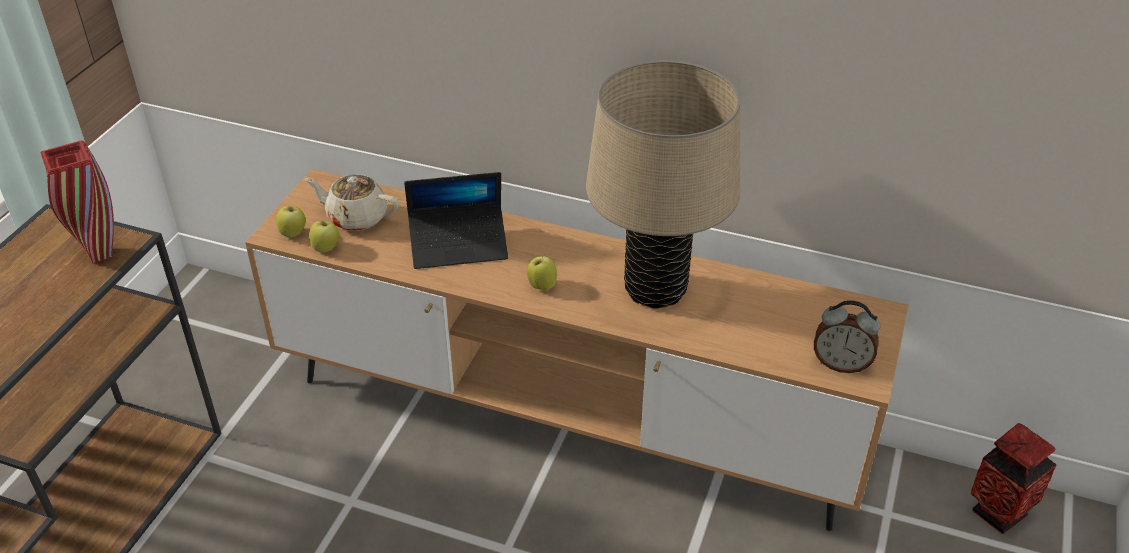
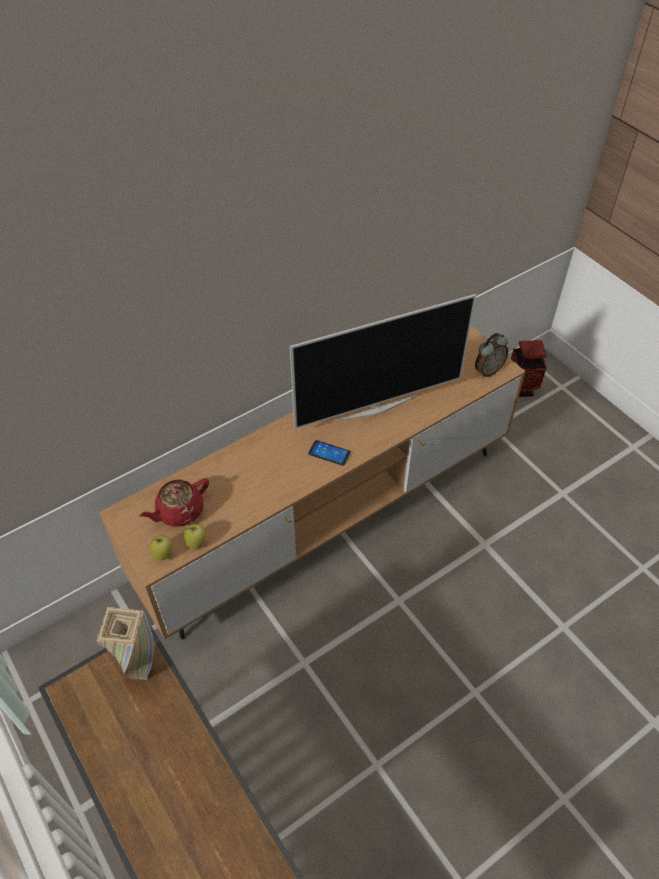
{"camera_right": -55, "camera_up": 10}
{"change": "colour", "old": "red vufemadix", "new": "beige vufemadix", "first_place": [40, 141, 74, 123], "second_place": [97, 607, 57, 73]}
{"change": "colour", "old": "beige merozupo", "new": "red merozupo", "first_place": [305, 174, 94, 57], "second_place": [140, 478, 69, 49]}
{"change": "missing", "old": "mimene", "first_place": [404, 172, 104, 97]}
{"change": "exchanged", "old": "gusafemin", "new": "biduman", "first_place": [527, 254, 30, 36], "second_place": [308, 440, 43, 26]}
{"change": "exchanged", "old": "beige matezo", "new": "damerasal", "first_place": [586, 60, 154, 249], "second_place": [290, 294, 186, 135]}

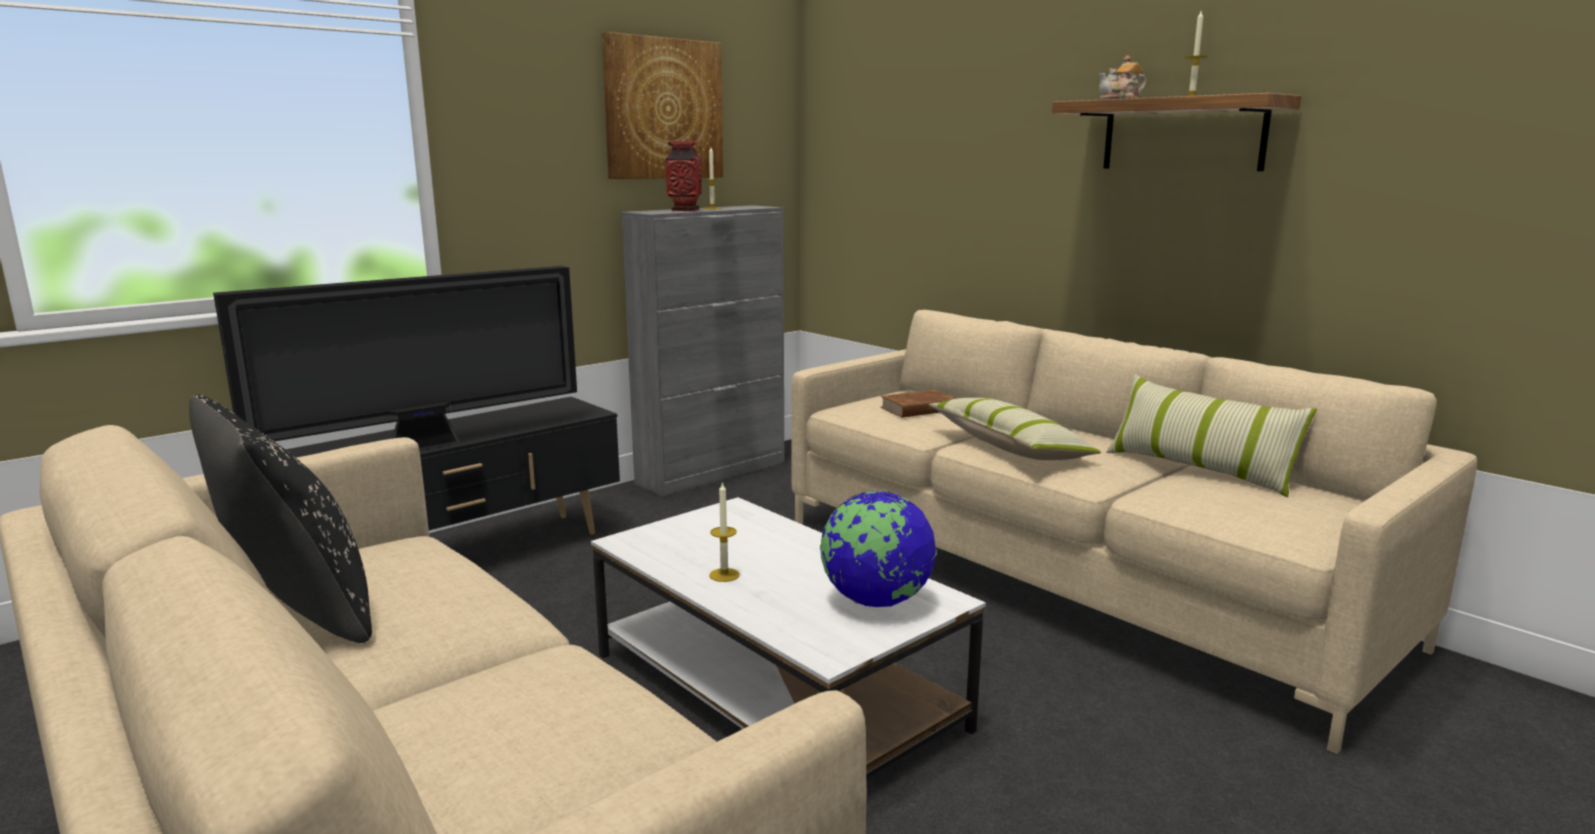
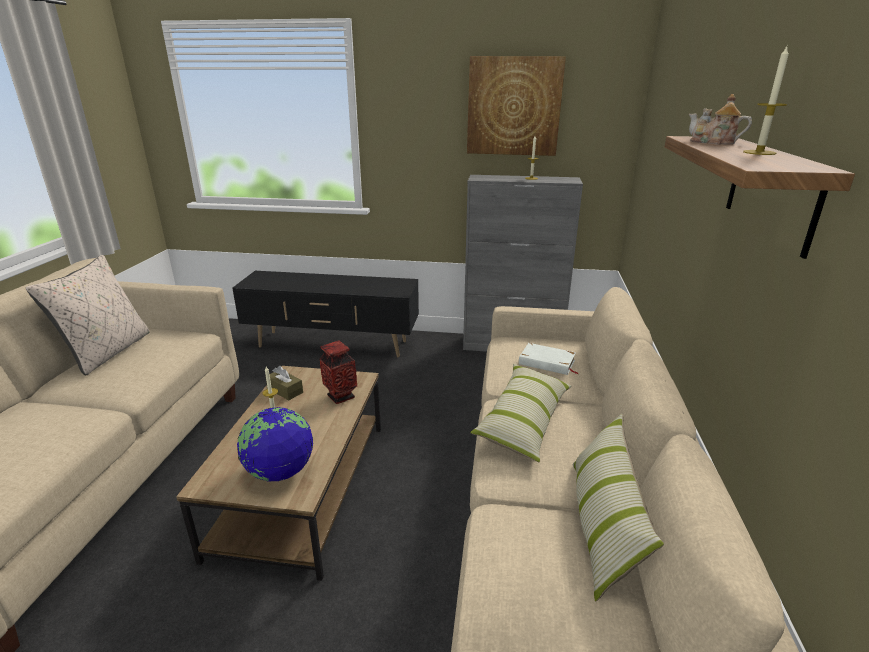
{"camera_right": 50, "camera_up": 10}
{"change": "colour", "old": "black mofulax", "new": "beige mofulax", "first_place": [189, 395, 183, 248], "second_place": [26, 255, 124, 120]}
{"change": "missing", "old": "damerasal", "first_place": [213, 266, 364, 184]}
{"change": "colour", "old": "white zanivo", "new": "brown zanivo", "first_place": [591, 497, 395, 282], "second_place": [176, 366, 205, 215]}
{"change": "relocated", "old": "vufemadix", "first_place": [666, 141, 36, 70], "second_place": [319, 340, 38, 64]}
{"change": "colour", "old": "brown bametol", "new": "white bametol", "first_place": [880, 390, 78, 28], "second_place": [519, 343, 59, 32]}
{"change": "appeared", "new": "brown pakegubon", "second_place": [266, 366, 37, 34]}

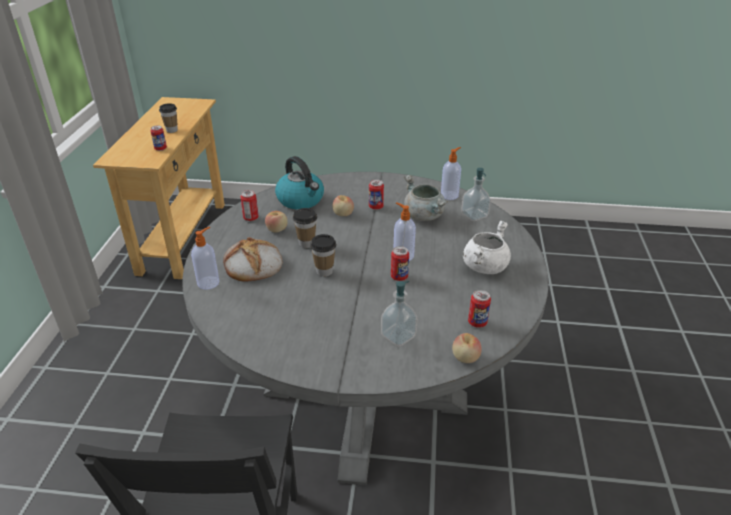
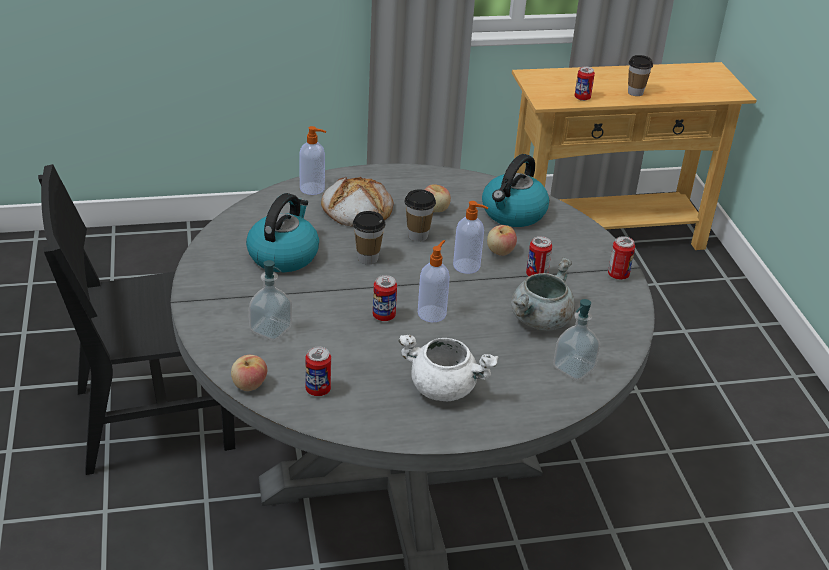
{"camera_right": 70, "camera_up": 0}
{"change": "relocated", "old": "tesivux", "first_place": [240, 190, 19, 31], "second_place": [608, 236, 27, 44]}
{"change": "relocated", "old": "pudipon", "first_place": [441, 147, 20, 53], "second_place": [453, 201, 35, 73]}
{"change": "appeared", "new": "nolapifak", "second_place": [246, 193, 73, 79]}

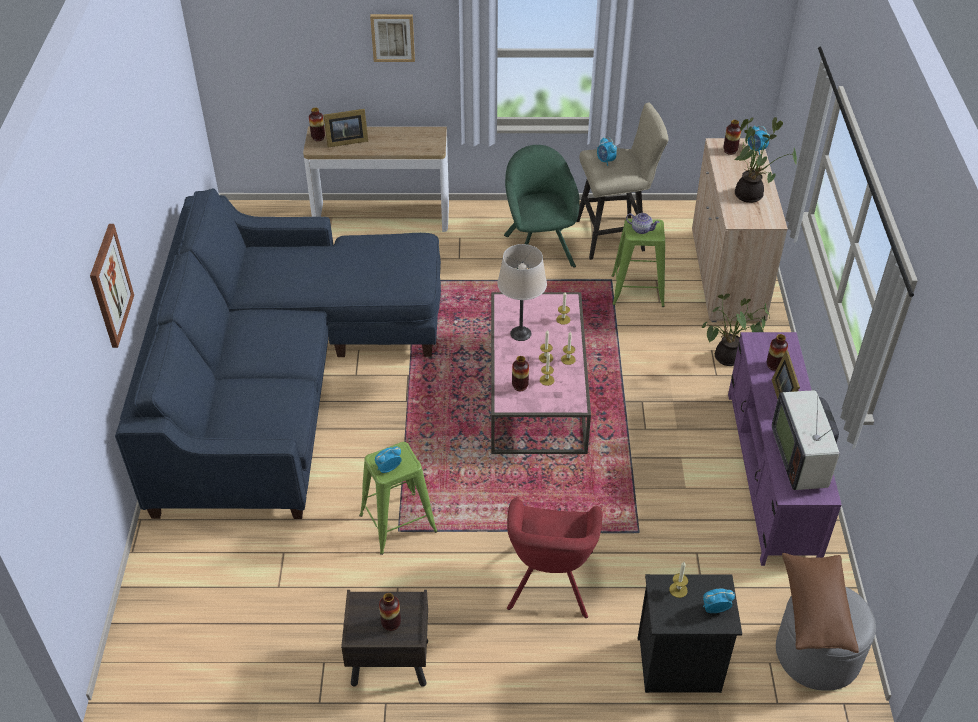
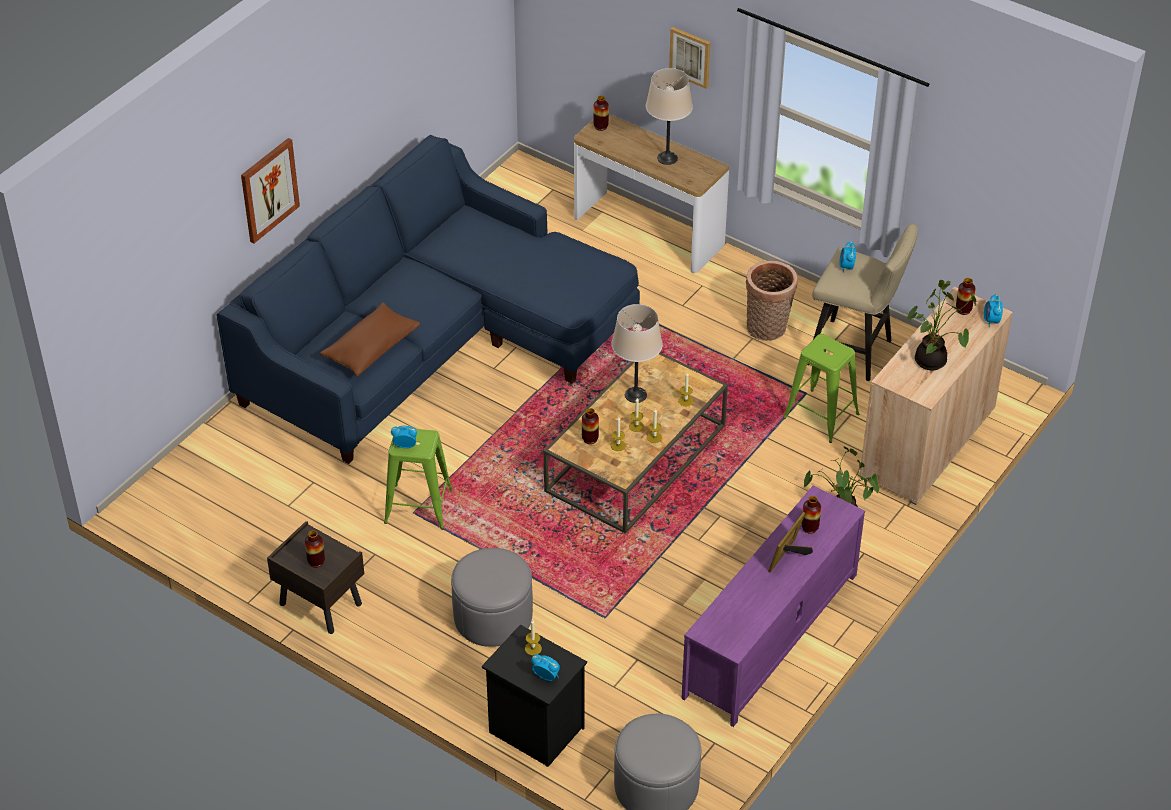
{"camera_right": 35, "camera_up": 0}
{"change": "missing", "old": "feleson", "first_place": [323, 109, 45, 38]}
{"change": "colour", "old": "pink zanivo", "new": "brown zanivo", "first_place": [491, 292, 100, 162], "second_place": [544, 352, 184, 182]}
{"change": "exchanged", "old": "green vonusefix", "new": "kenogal", "first_place": [504, 145, 76, 124], "second_place": [746, 261, 52, 80]}
{"change": "exchanged", "old": "red vonusefix", "new": "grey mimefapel", "first_place": [507, 498, 96, 120], "second_place": [451, 548, 82, 99]}
{"change": "missing", "old": "merozupo", "first_place": [626, 213, 33, 21]}
{"change": "missing", "old": "damerasal", "first_place": [772, 388, 67, 102]}
{"change": "relocated", "old": "brown mofulax", "first_place": [782, 553, 77, 100], "second_place": [320, 303, 101, 74]}
{"change": "appeared", "new": "beige matezo", "second_place": [646, 68, 47, 97]}

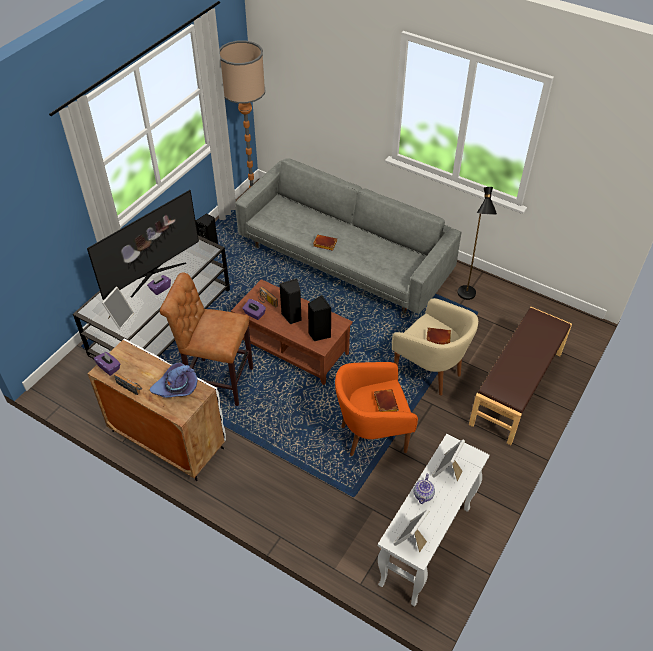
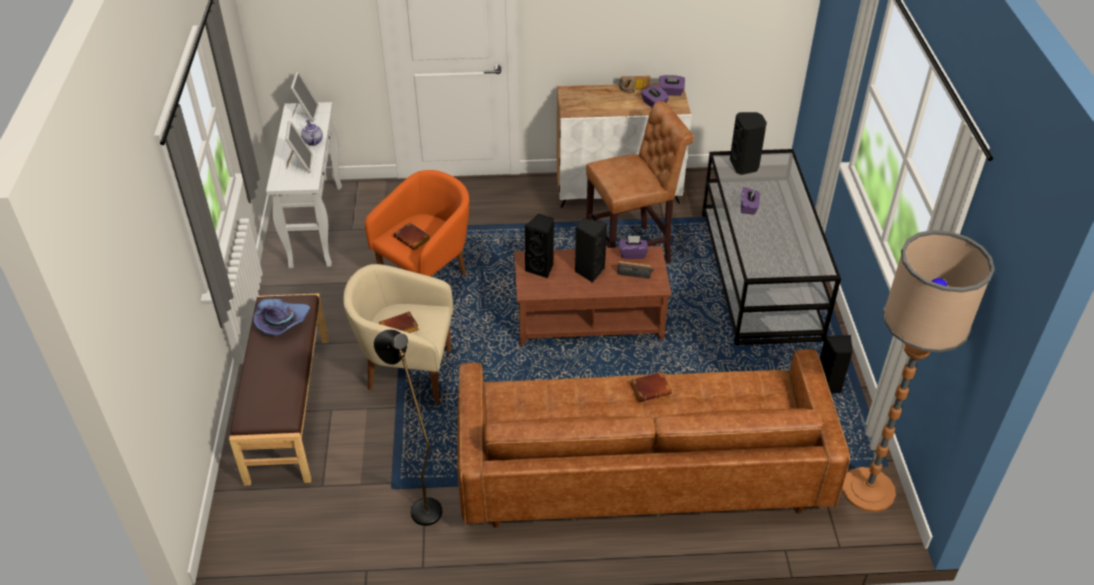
{"camera_right": 145, "camera_up": -5}
{"change": "missing", "old": "damerasal", "first_place": [87, 190, 112, 110]}
{"change": "exchanged", "old": "feleson", "new": "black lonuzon", "first_place": [102, 287, 32, 43], "second_place": [730, 112, 37, 63]}
{"change": "relocated", "old": "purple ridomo", "first_place": [150, 363, 48, 35], "second_place": [254, 299, 56, 37]}
{"change": "colour", "old": "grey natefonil", "new": "brown natefonil", "first_place": [235, 158, 227, 157], "second_place": [457, 349, 393, 179]}
{"change": "appeared", "new": "purple pakegubon", "second_place": [641, 84, 28, 24]}

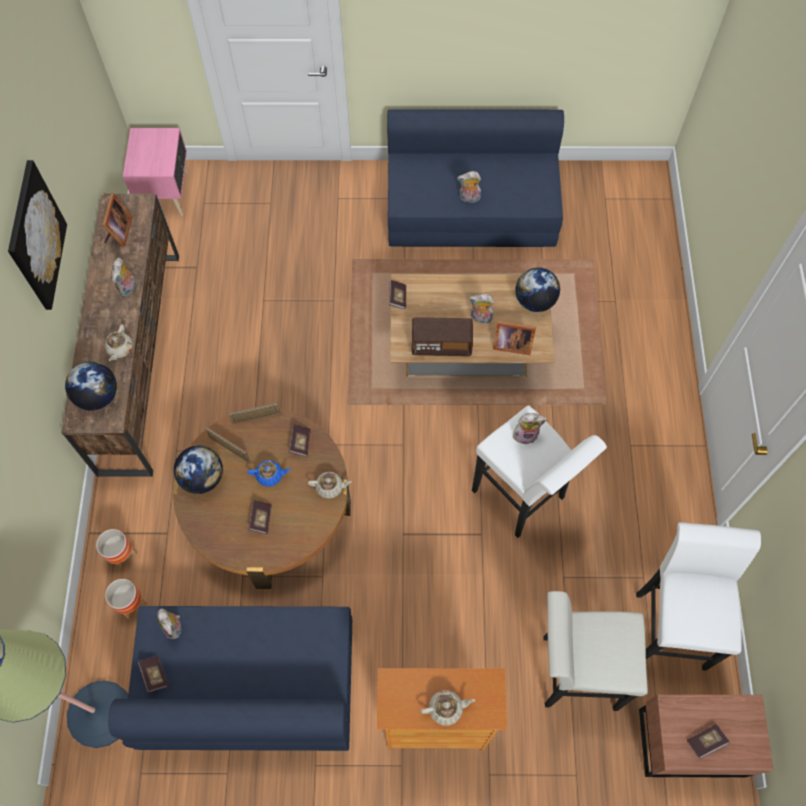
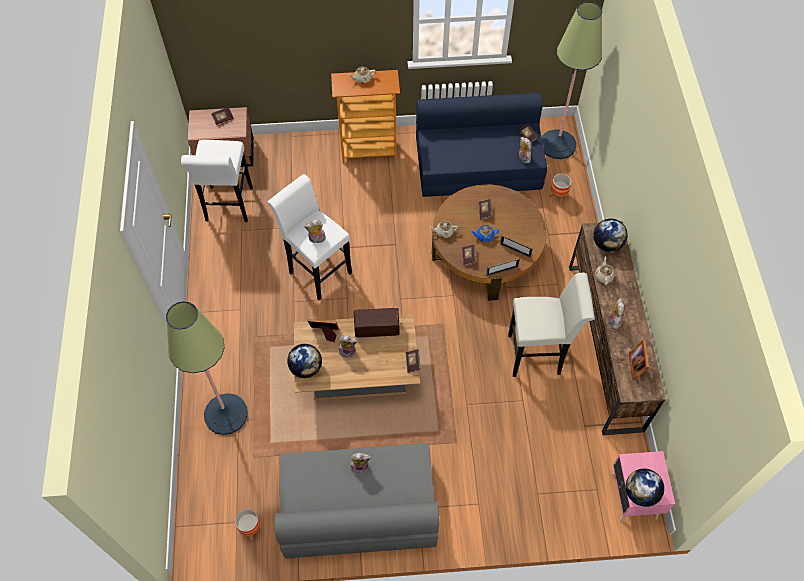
{"camera_right": 175, "camera_up": -5}
{"change": "missing", "old": "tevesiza", "first_place": [8, 160, 59, 150]}
{"change": "relocated", "old": "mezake", "first_place": [96, 529, 41, 41], "second_place": [235, 509, 27, 31]}
{"change": "relocated", "old": "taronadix", "first_place": [174, 446, 49, 48], "second_place": [626, 468, 38, 39]}
{"change": "colour", "old": "blue natefonil", "new": "grey natefonil", "first_place": [387, 109, 177, 138], "second_place": [274, 443, 165, 115]}
{"change": "relocated", "old": "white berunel", "first_place": [543, 591, 105, 120], "second_place": [508, 273, 87, 104]}
{"change": "appeared", "new": "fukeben", "second_place": [166, 301, 82, 134]}

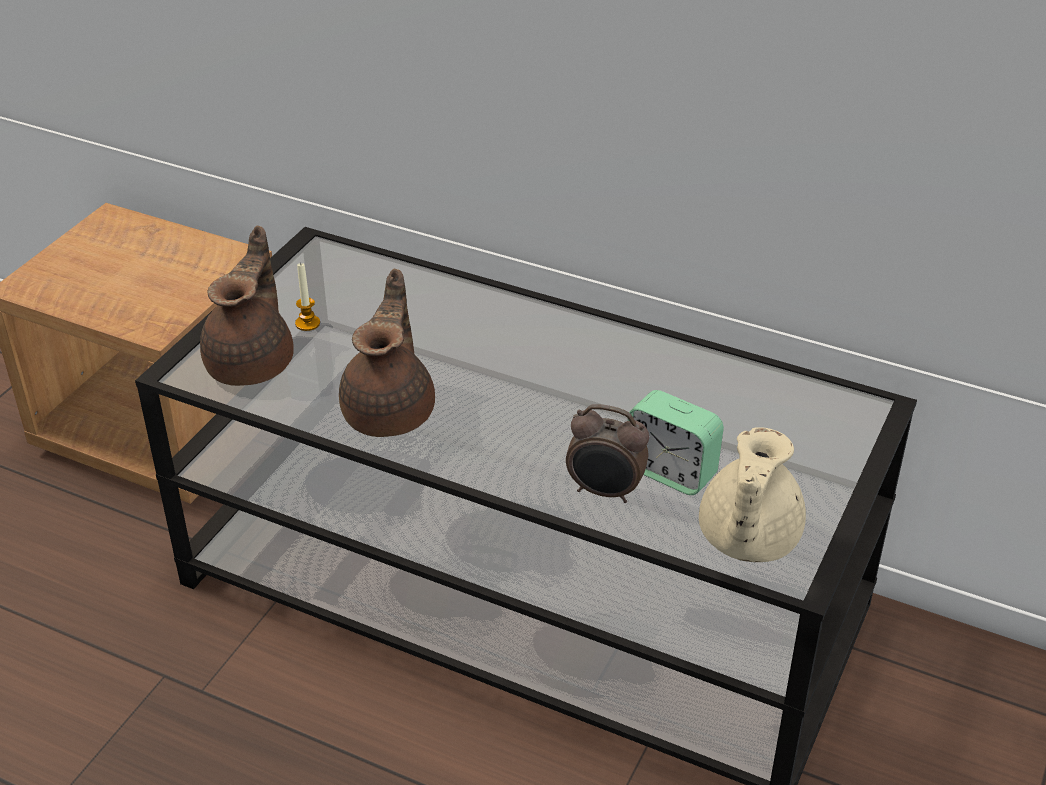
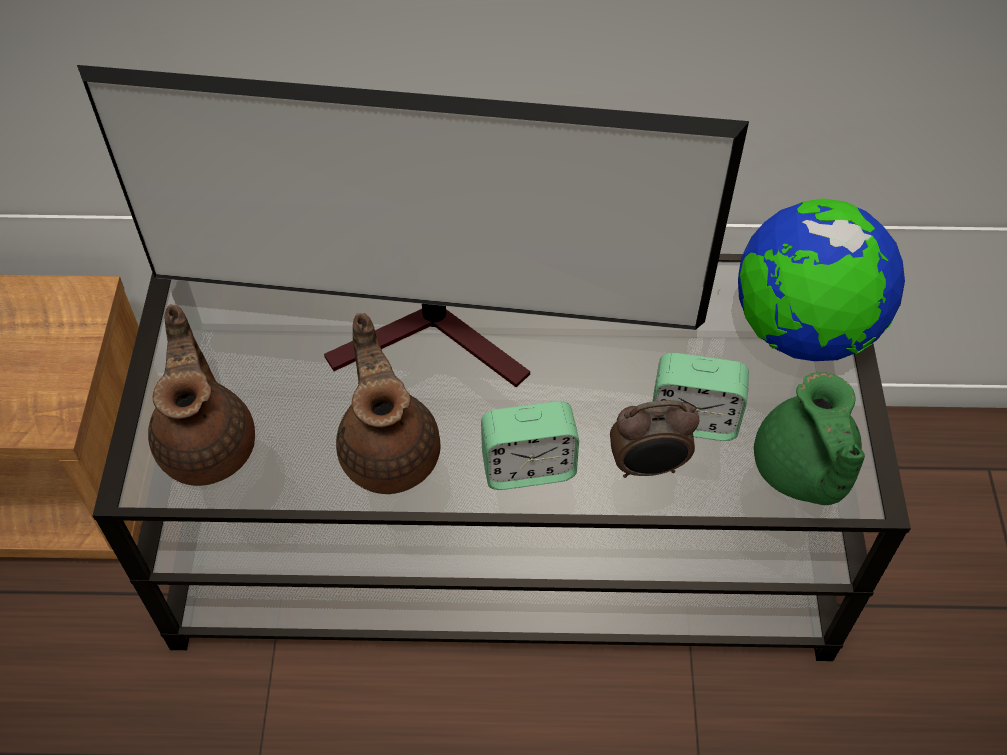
{"camera_right": -25, "camera_up": 15}
{"change": "missing", "old": "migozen", "first_place": [295, 262, 25, 69]}
{"change": "colour", "old": "beige merozupo", "new": "green merozupo", "first_place": [699, 427, 107, 135], "second_place": [754, 372, 111, 133]}
{"change": "appeared", "new": "damerasal", "second_place": [77, 65, 672, 322]}
{"change": "appeared", "new": "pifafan", "second_place": [481, 401, 98, 89]}
{"change": "appeared", "new": "taronadix", "second_place": [738, 198, 167, 163]}

